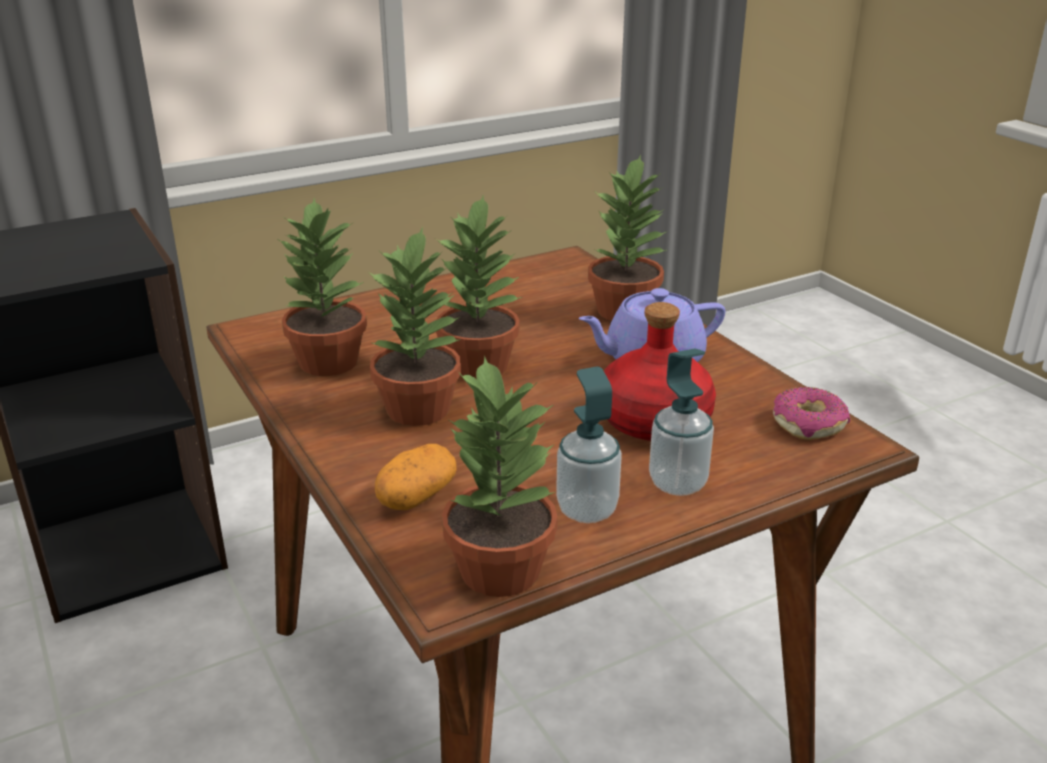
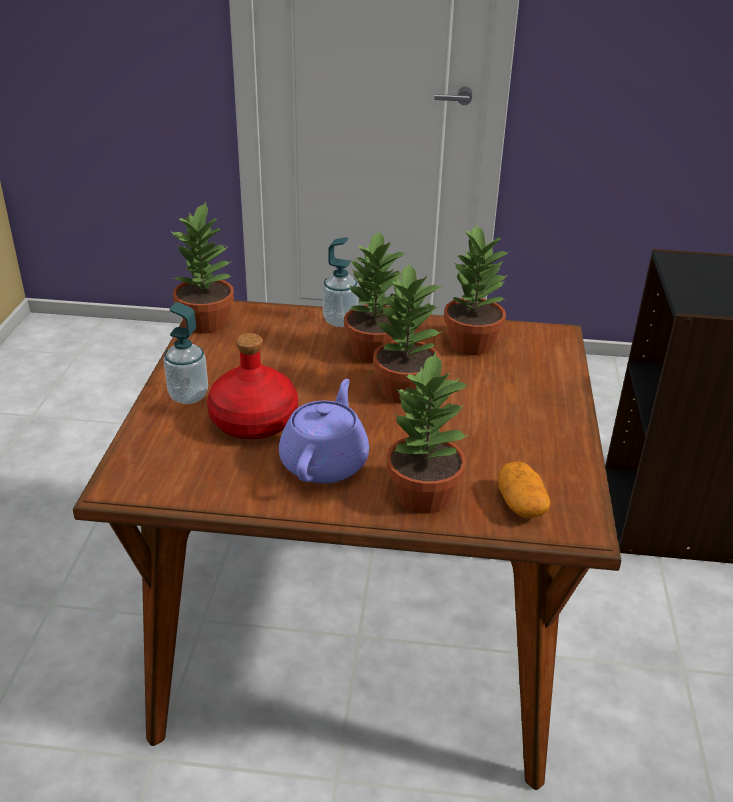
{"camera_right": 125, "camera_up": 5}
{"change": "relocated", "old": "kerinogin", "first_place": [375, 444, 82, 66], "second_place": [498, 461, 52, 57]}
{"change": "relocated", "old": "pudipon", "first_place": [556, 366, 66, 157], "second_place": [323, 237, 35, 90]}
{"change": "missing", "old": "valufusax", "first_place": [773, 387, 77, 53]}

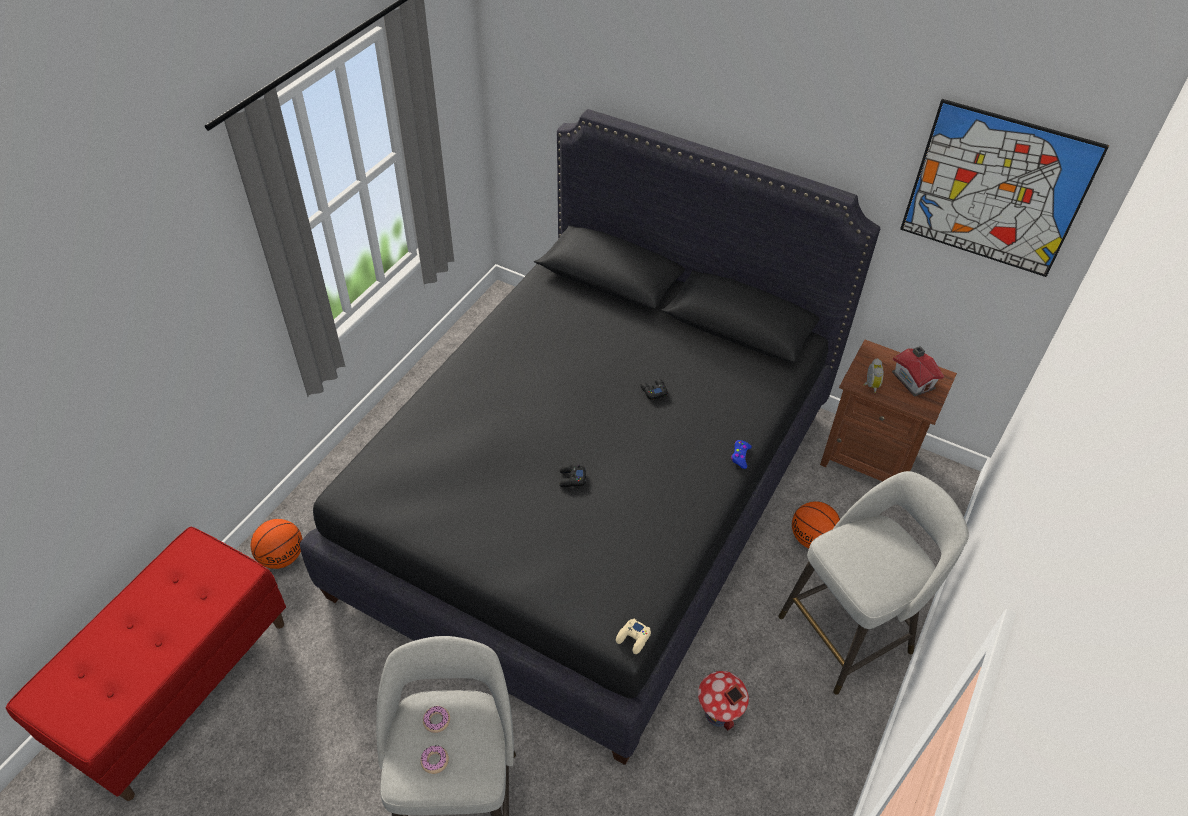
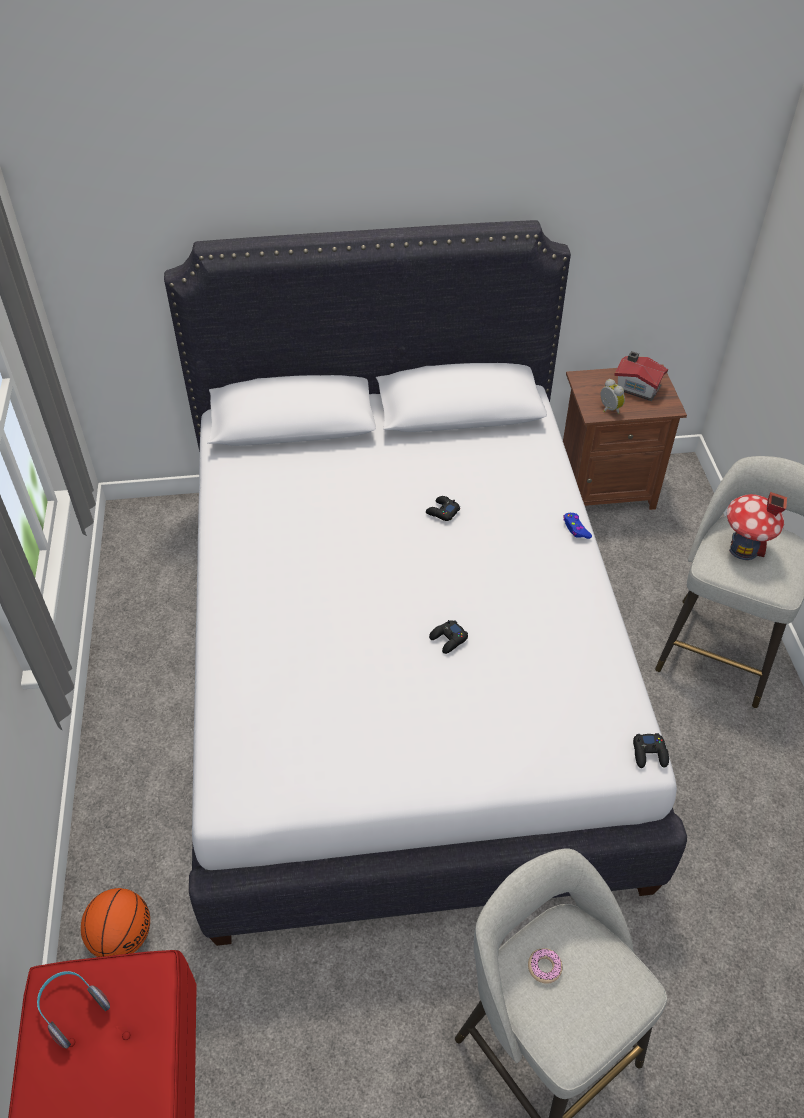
{"camera_right": -35, "camera_up": 0}
{"change": "colour", "old": "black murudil", "new": "white murudil", "first_place": [300, 109, 580, 656], "second_place": [164, 220, 523, 726]}
{"change": "missing", "old": "valufusax", "first_place": [420, 746, 29, 28]}
{"change": "colour", "old": "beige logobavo", "new": "black logobavo", "first_place": [616, 619, 35, 35], "second_place": [633, 733, 36, 35]}
{"change": "relocated", "old": "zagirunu", "first_place": [698, 671, 51, 60], "second_place": [727, 492, 60, 68]}
{"change": "missing", "old": "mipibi", "first_place": [792, 501, 48, 47]}
{"change": "missing", "old": "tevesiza", "first_place": [900, 99, 209, 178]}
{"change": "appeared", "new": "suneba", "second_place": [37, 971, 73, 77]}

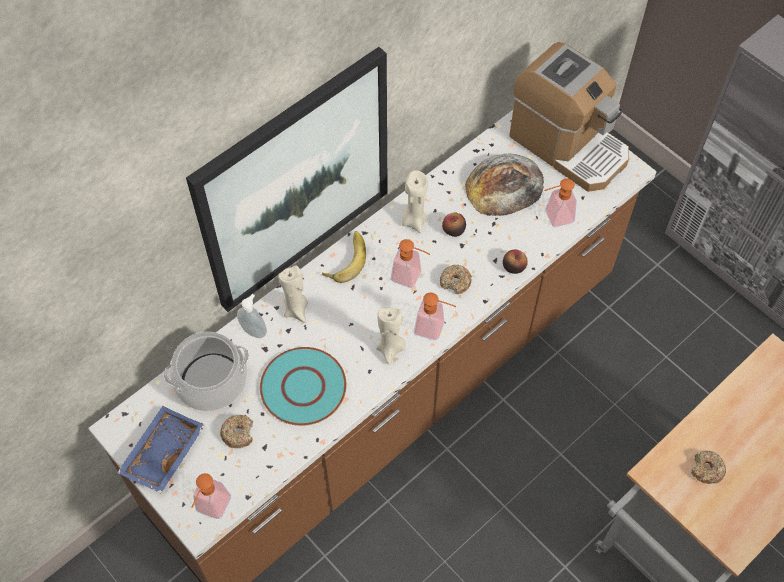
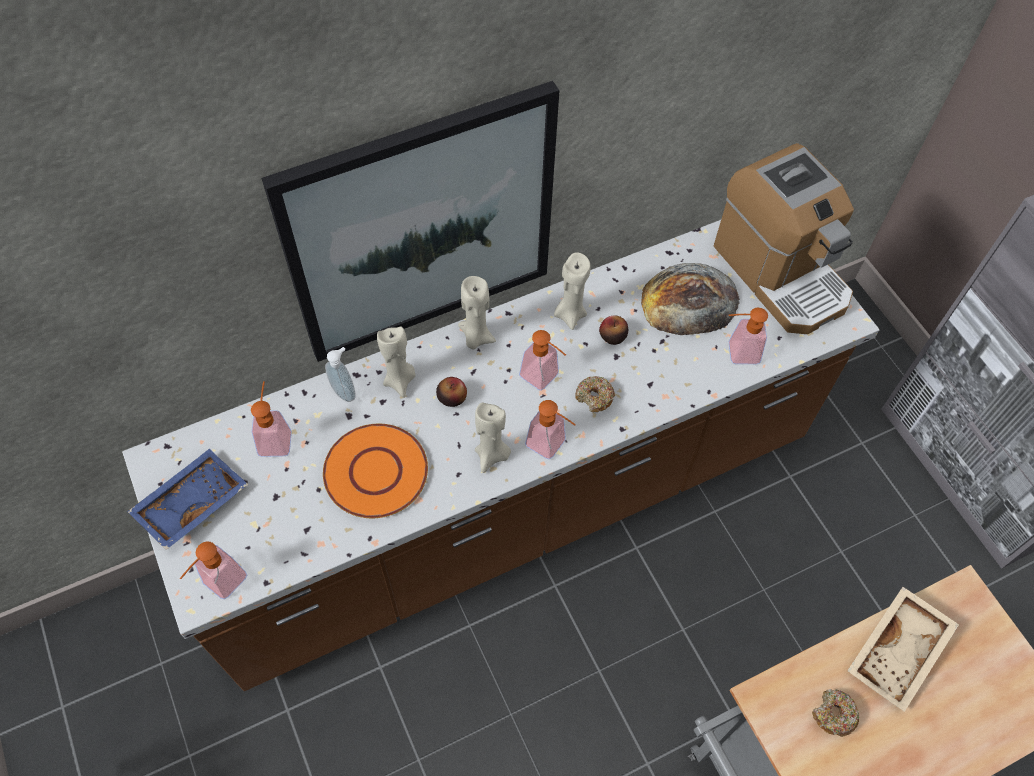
{"camera_right": 15, "camera_up": 0}
{"change": "exchanged", "old": "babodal", "new": "pudipon", "first_place": [163, 332, 86, 79], "second_place": [251, 381, 41, 76]}
{"change": "missing", "old": "valufusax", "first_place": [220, 415, 33, 33]}
{"change": "colour", "old": "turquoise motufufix", "new": "orange motufufix", "first_place": [260, 347, 87, 79], "second_place": [323, 424, 105, 94]}
{"change": "exchanged", "old": "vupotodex", "new": "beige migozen", "first_place": [322, 231, 44, 52], "second_place": [458, 276, 38, 74]}
{"change": "relocated", "old": "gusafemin", "first_place": [503, 250, 25, 24], "second_place": [436, 377, 31, 30]}
{"change": "appeared", "new": "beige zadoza", "second_place": [847, 587, 112, 125]}

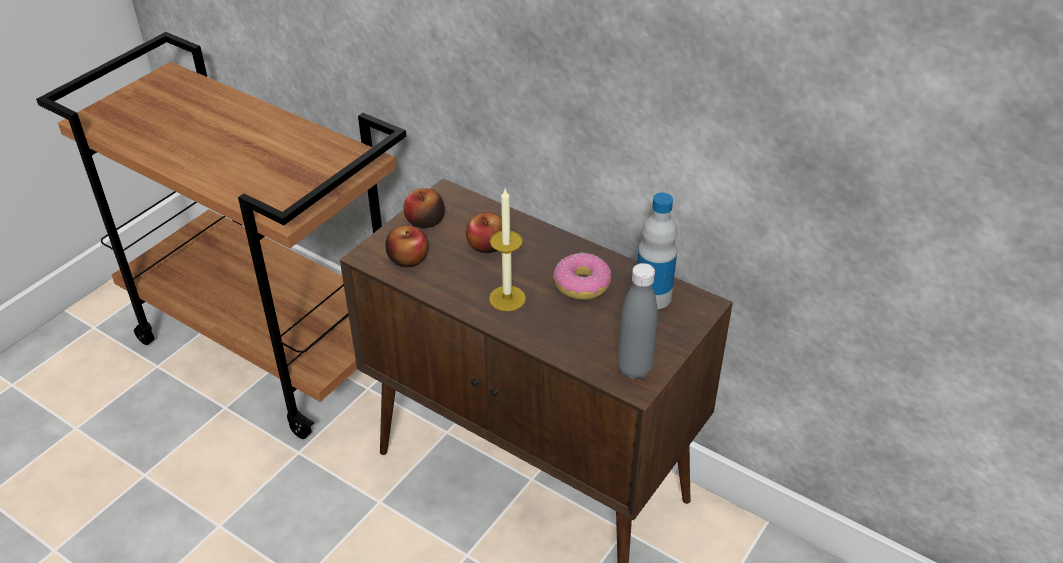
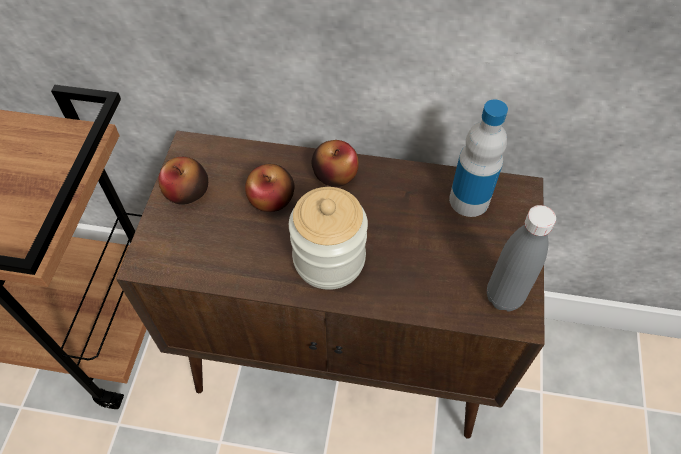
{"camera_right": -25, "camera_up": 15}
{"change": "relocated", "old": "gusafemin", "first_place": [386, 225, 42, 42], "second_place": [312, 140, 47, 47]}
{"change": "exchanged", "old": "migozen", "new": "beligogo", "first_place": [489, 189, 37, 122], "second_place": [289, 187, 79, 103]}
{"change": "missing", "old": "valufusax", "first_place": [553, 253, 58, 47]}

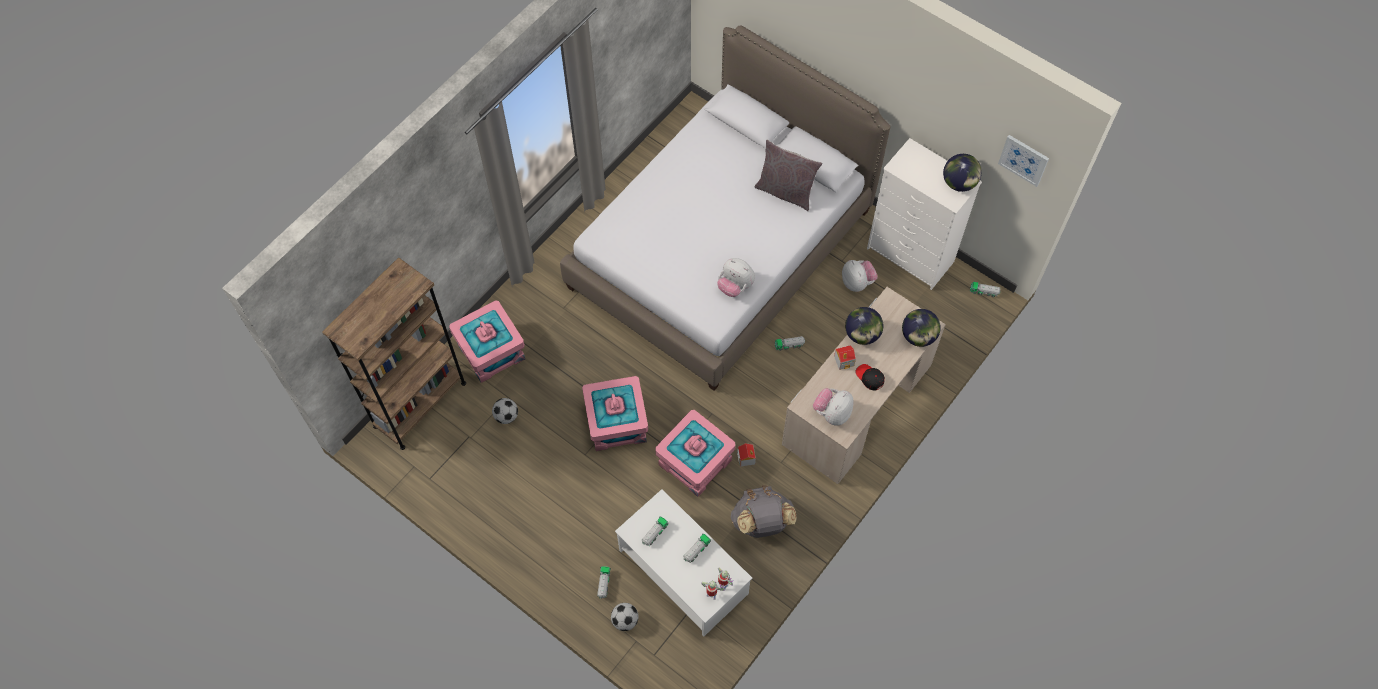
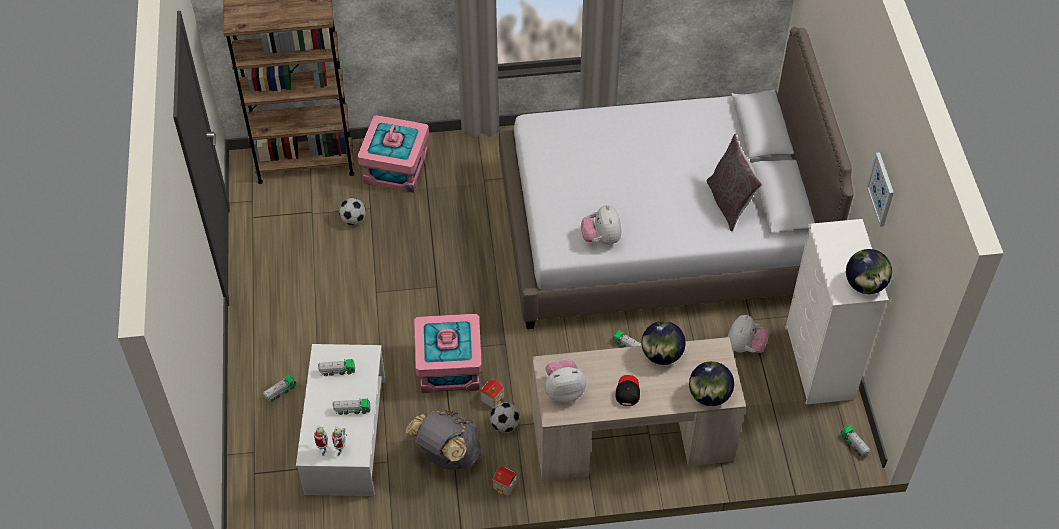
{"camera_right": 45, "camera_up": -10}
{"change": "missing", "old": "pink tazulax", "first_place": [582, 376, 66, 75]}
{"change": "relocated", "old": "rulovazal", "first_place": [611, 603, 28, 28], "second_place": [490, 402, 30, 31]}
{"change": "relocated", "old": "zagirunu", "first_place": [834, 345, 22, 25], "second_place": [492, 466, 25, 30]}
{"change": "relocated", "old": "tevesiza", "first_place": [998, 135, 51, 52], "second_place": [867, 152, 27, 75]}

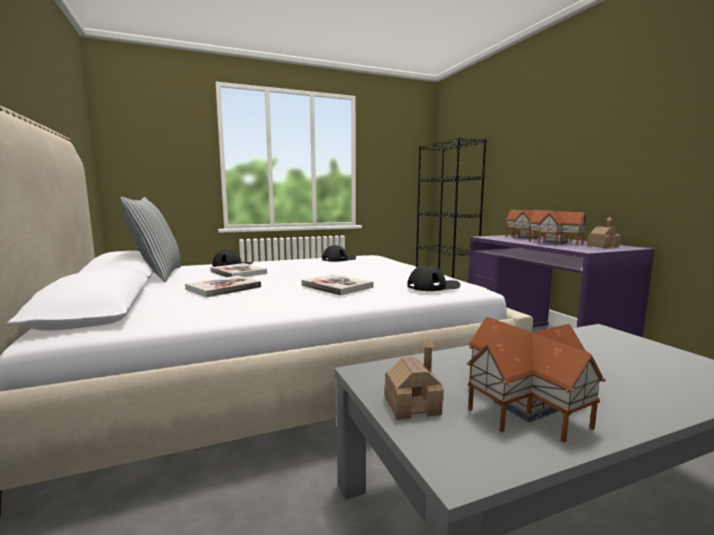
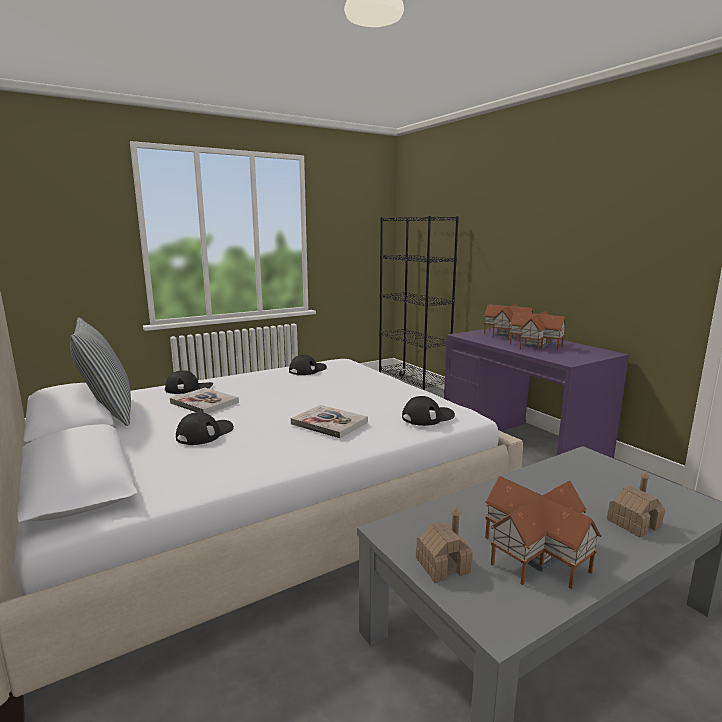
{"camera_right": -10, "camera_up": 5}
{"change": "exchanged", "old": "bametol", "new": "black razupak", "first_place": [185, 276, 76, 21], "second_place": [176, 412, 58, 33]}
{"change": "relocated", "old": "zagirunu", "first_place": [587, 216, 34, 32], "second_place": [607, 471, 58, 67]}

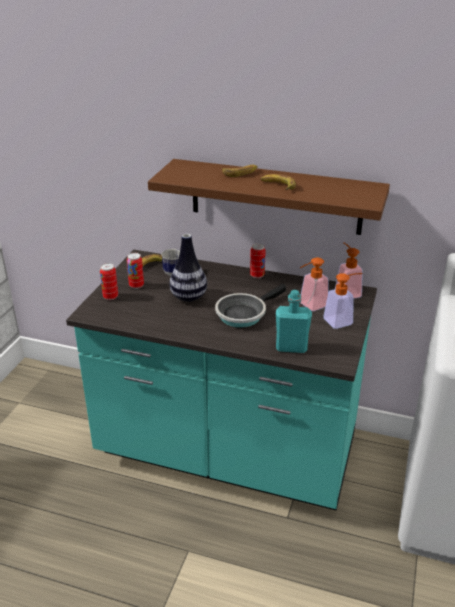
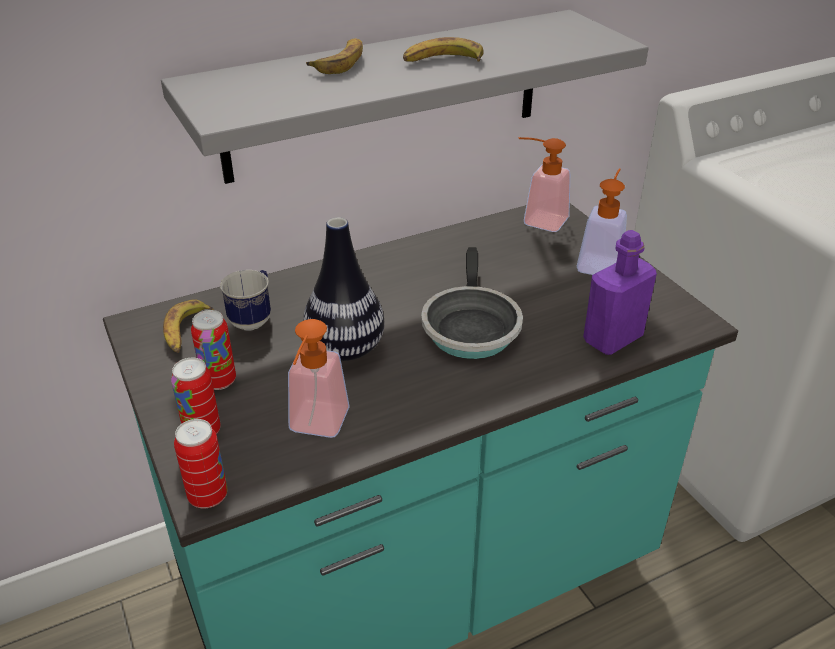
{"camera_right": -45, "camera_up": 5}
{"change": "colour", "old": "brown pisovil", "new": "grey pisovil", "first_place": [148, 159, 242, 76], "second_place": [161, 10, 488, 174]}
{"change": "relocated", "old": "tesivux", "first_place": [250, 243, 16, 35], "second_place": [174, 419, 54, 89]}
{"change": "colour", "old": "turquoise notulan", "new": "purple notulan", "first_place": [276, 290, 36, 63], "second_place": [583, 230, 74, 125]}
{"change": "relocated", "old": "pudipon", "first_place": [300, 258, 29, 53], "second_place": [288, 319, 62, 119]}

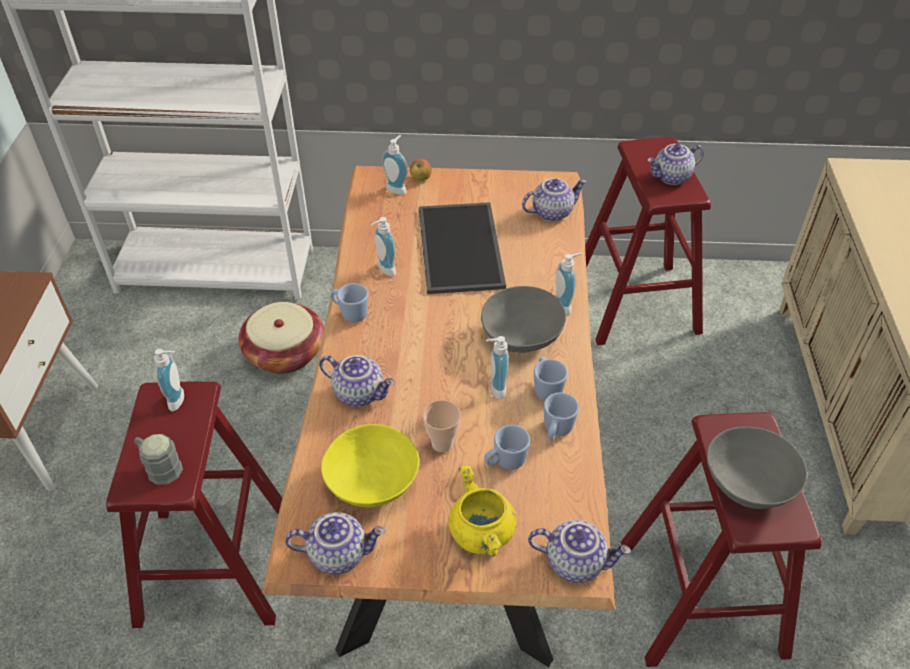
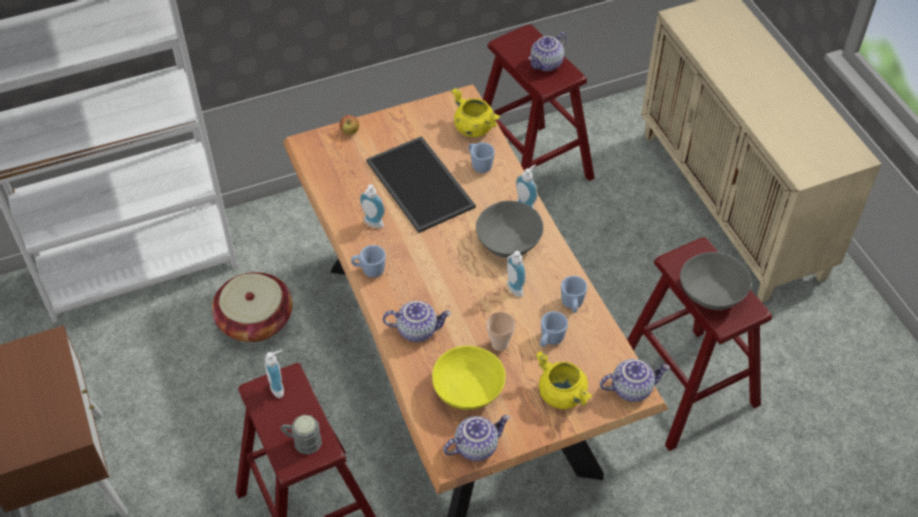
{"camera_right": -25, "camera_up": 5}
{"change": "missing", "old": "pudipon", "first_place": [382, 135, 26, 60]}
{"change": "exchanged", "old": "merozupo", "new": "yellow babodal", "first_place": [522, 178, 65, 43], "second_place": [451, 88, 49, 49]}
{"change": "relocated", "old": "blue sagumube", "first_place": [534, 357, 34, 44], "second_place": [469, 142, 26, 31]}

